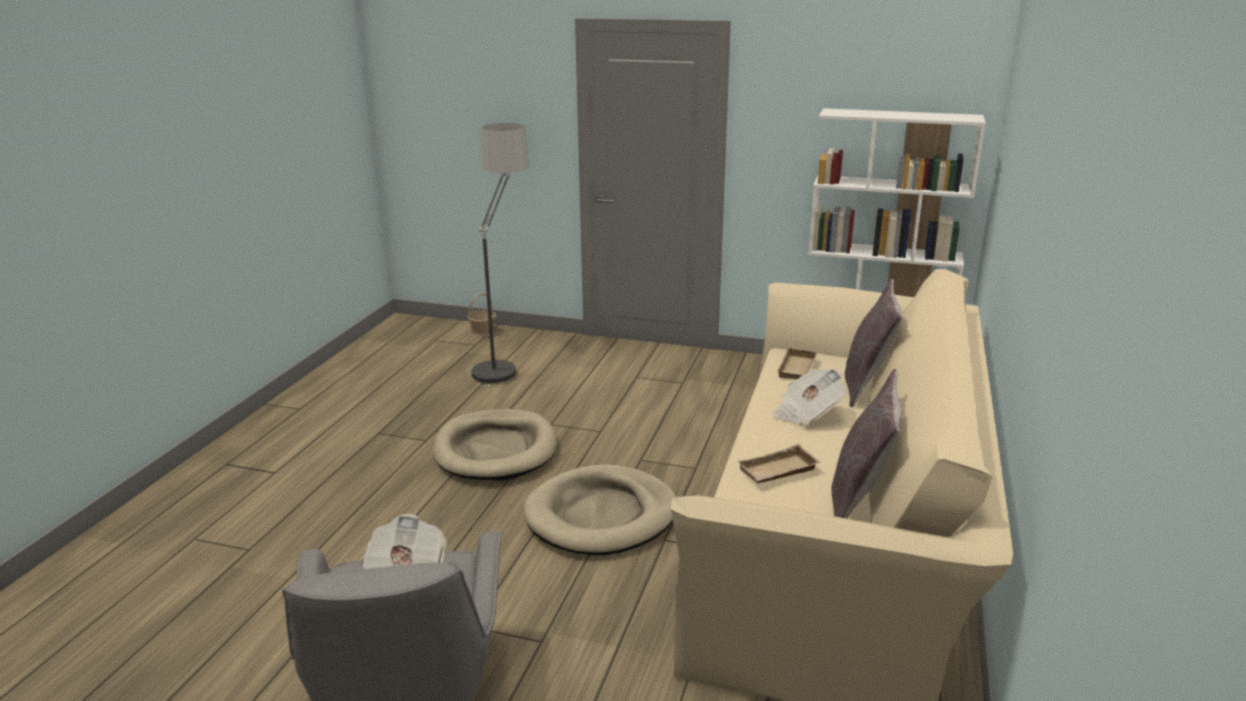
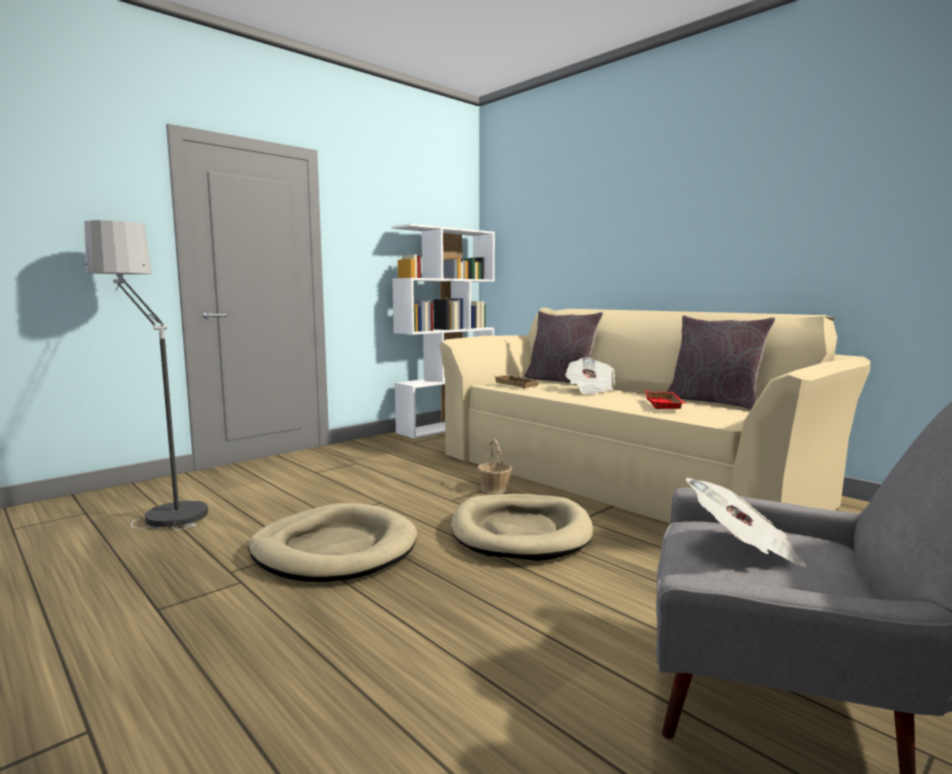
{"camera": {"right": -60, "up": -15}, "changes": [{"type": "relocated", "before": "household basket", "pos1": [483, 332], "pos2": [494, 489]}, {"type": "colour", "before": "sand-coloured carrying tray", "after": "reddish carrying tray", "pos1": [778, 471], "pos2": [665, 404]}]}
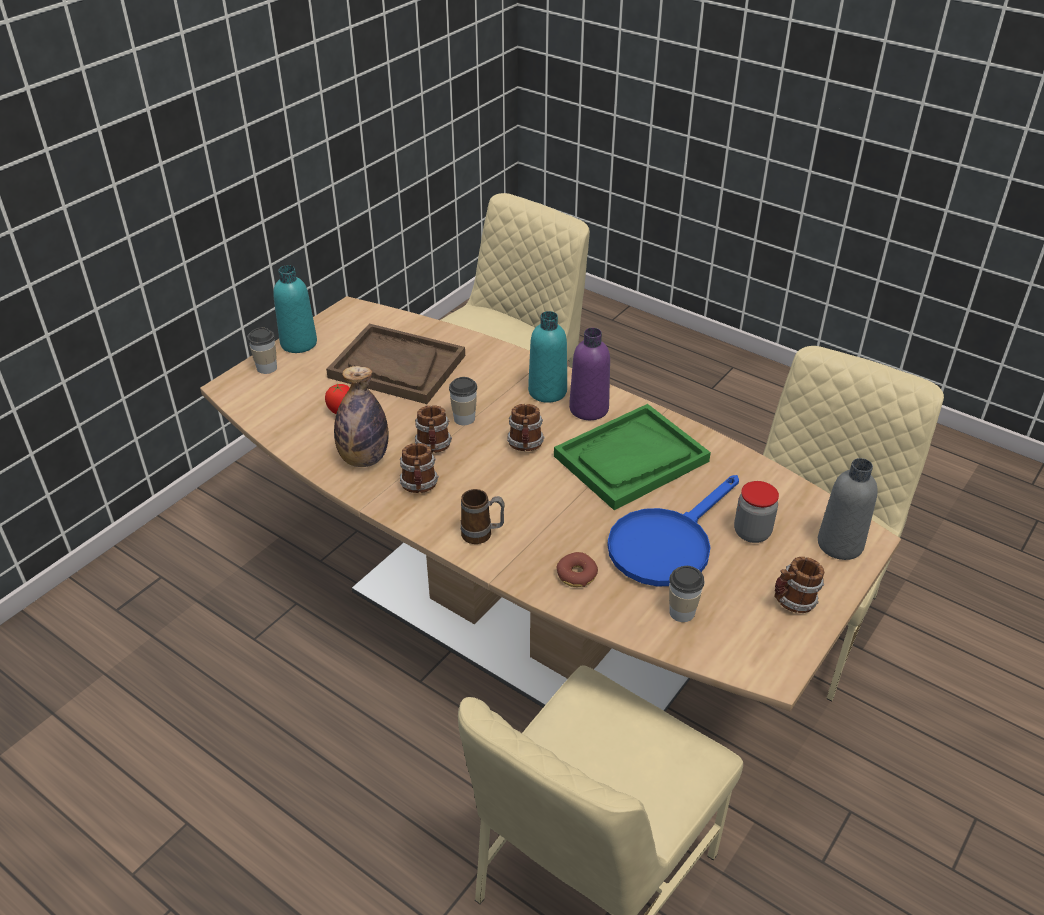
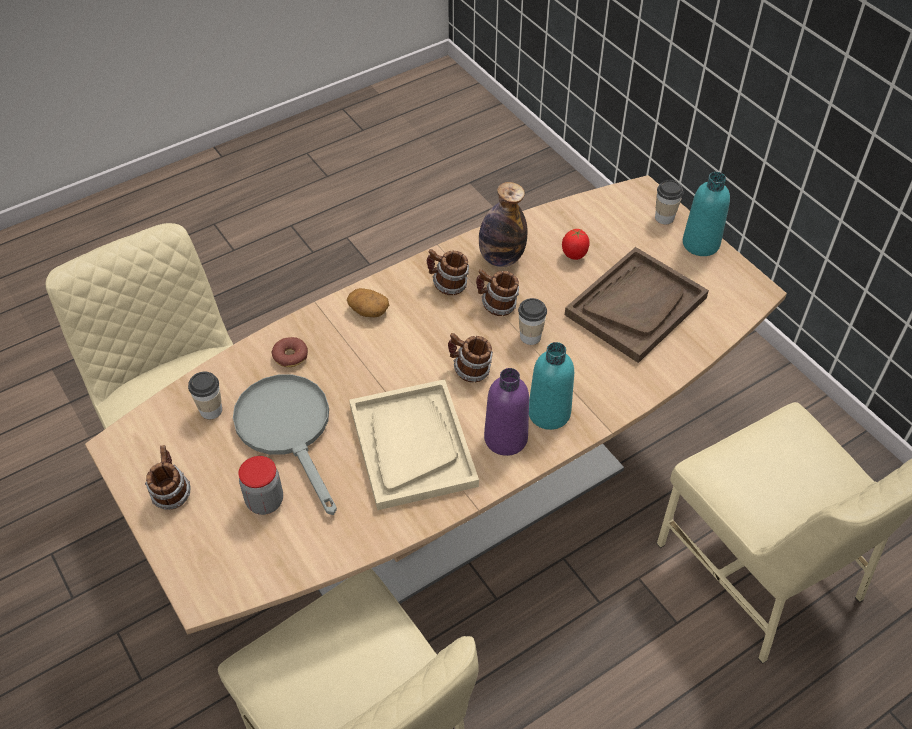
{"camera": {"right": 110, "up": 10}, "changes": [{"type": "colour", "before": "green-coloured carrying tray", "after": "sand-coloured carrying tray", "pos1": [631, 459], "pos2": [412, 445]}, {"type": "missing", "before": "gray beverage bottle", "pos1": [840, 544]}, {"type": "colour", "before": "bluish frying pan", "after": "gray frying pan", "pos1": [667, 544], "pos2": [289, 430]}, {"type": "exchanged", "before": "coffee mug", "after": "spud", "pos1": [482, 535], "pos2": [368, 310]}]}
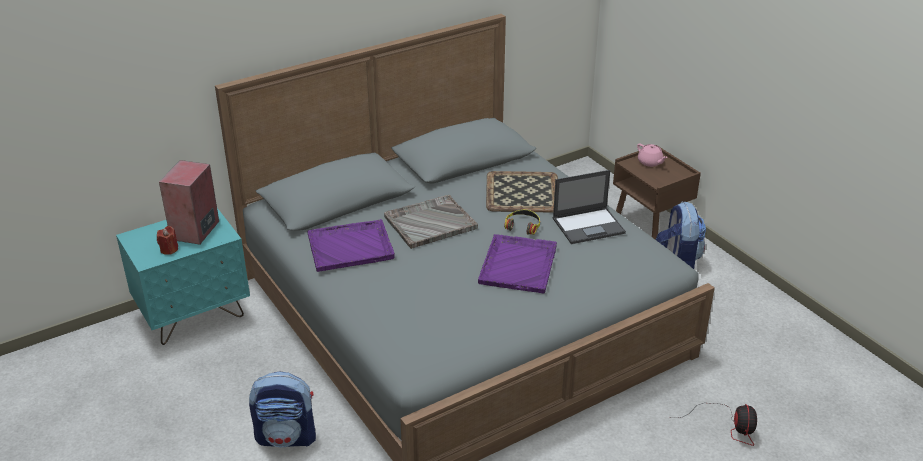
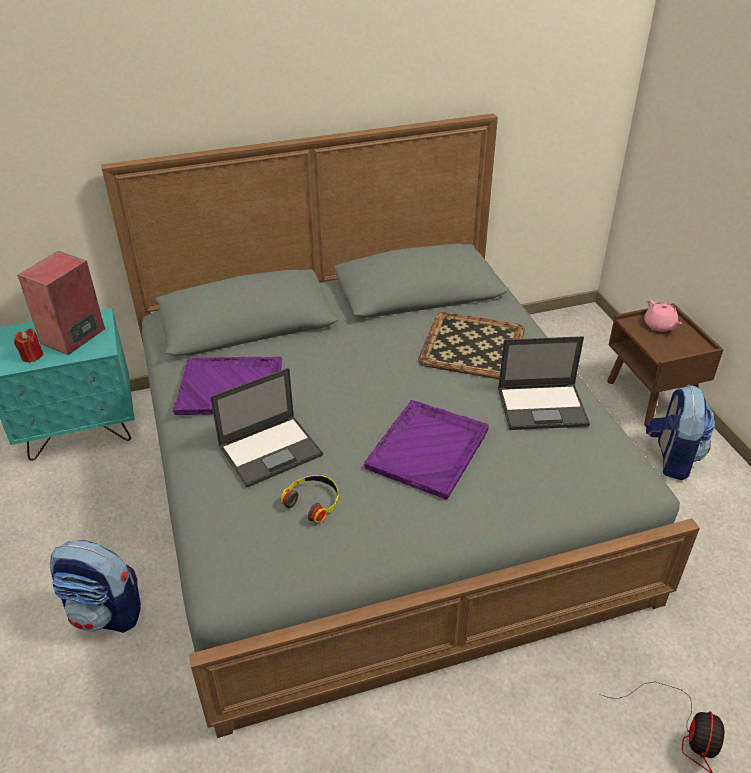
{"camera": {"right": 15, "up": 5}, "changes": [{"type": "missing", "before": "gray carrying tray", "pos1": [429, 223]}, {"type": "relocated", "before": "pair of headphones", "pos1": [523, 225], "pos2": [313, 501]}, {"type": "appeared", "after": "notebook computer", "pos2": [271, 450]}]}
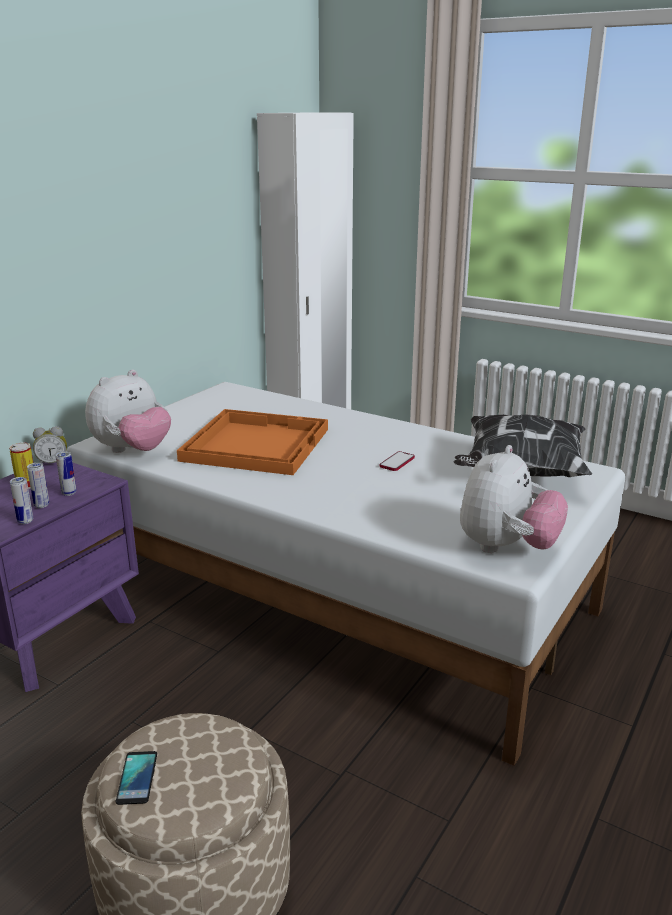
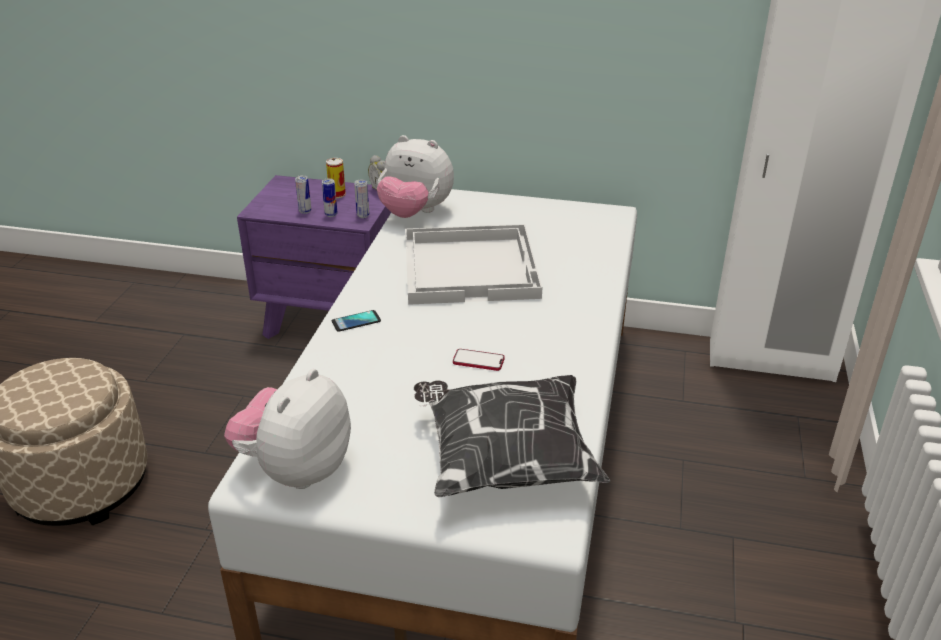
{"camera": {"right": 70, "up": 10}, "changes": [{"type": "colour", "before": "orange-coloured carrying tray", "after": "white-coloured carrying tray", "pos1": [255, 444], "pos2": [471, 266]}, {"type": "spun", "before": "soft toy", "pos1": [506, 548], "pos2": [296, 469], "turn": 105}, {"type": "relocated", "before": "metal can", "pos1": [25, 521], "pos2": [363, 216]}, {"type": "relocated", "before": "handset", "pos1": [137, 778], "pos2": [356, 321]}]}
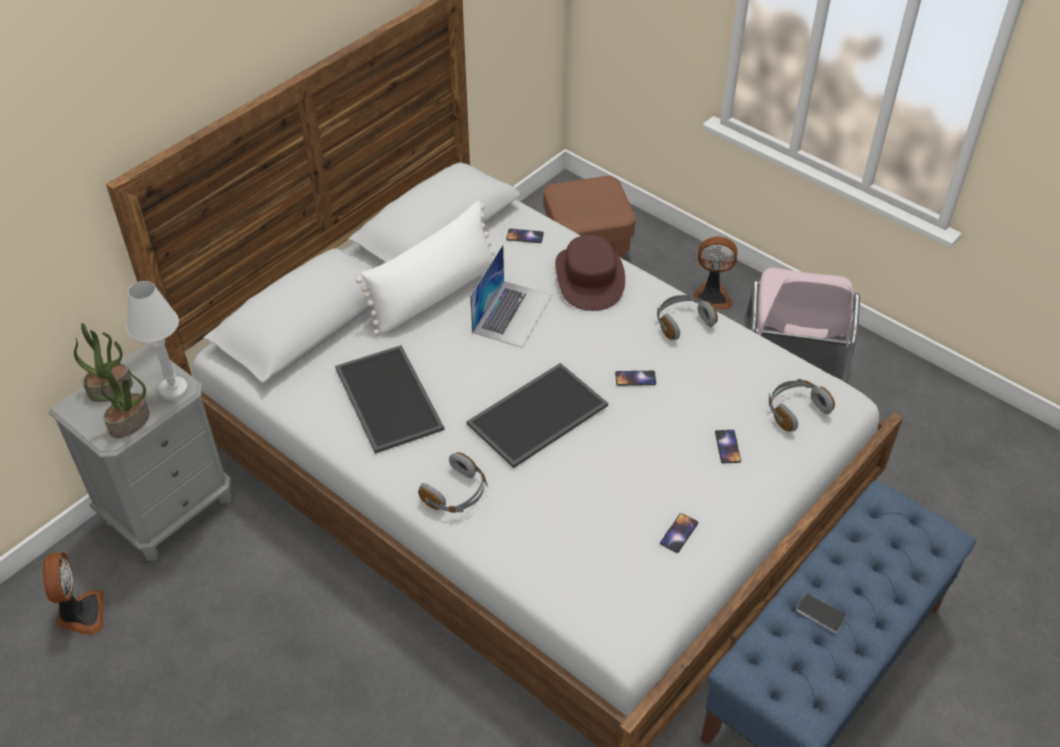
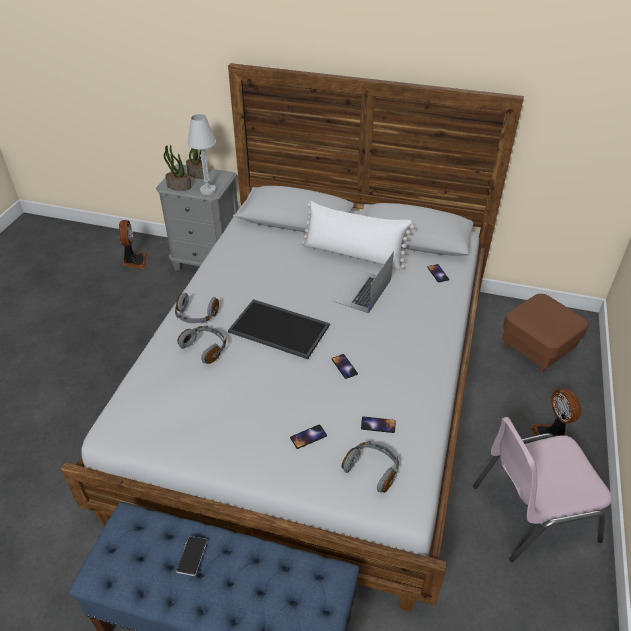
{"camera": {"right": 65, "up": -5}, "changes": [{"type": "missing", "before": "brown-coloured wearable hat", "pos1": [589, 278]}, {"type": "spun", "before": "notebook computer", "pos1": [512, 313], "pos2": [362, 290], "turn": 120}, {"type": "relocated", "before": "gray pair of headphones", "pos1": [682, 322], "pos2": [205, 348]}, {"type": "missing", "before": "carrying tray", "pos1": [386, 398]}, {"type": "relocated", "before": "handset", "pos1": [678, 533], "pos2": [378, 425]}, {"type": "spun", "before": "electric fan", "pos1": [80, 614], "pos2": [134, 261], "turn": -60}]}
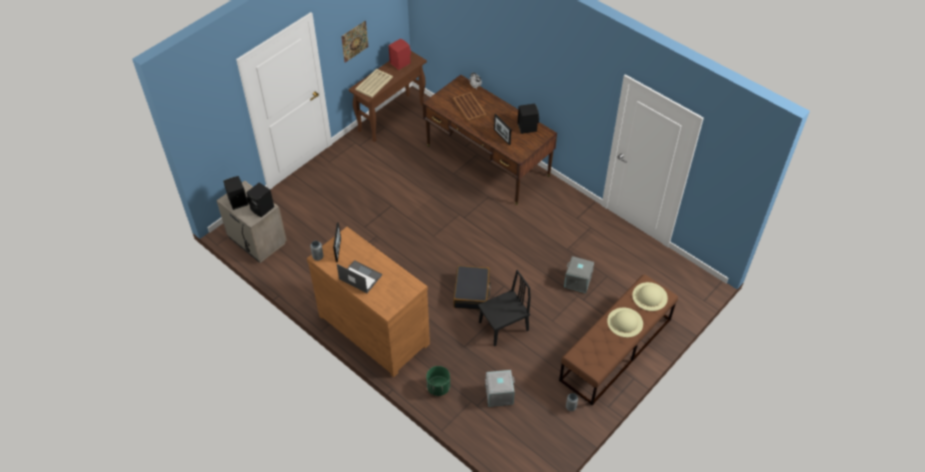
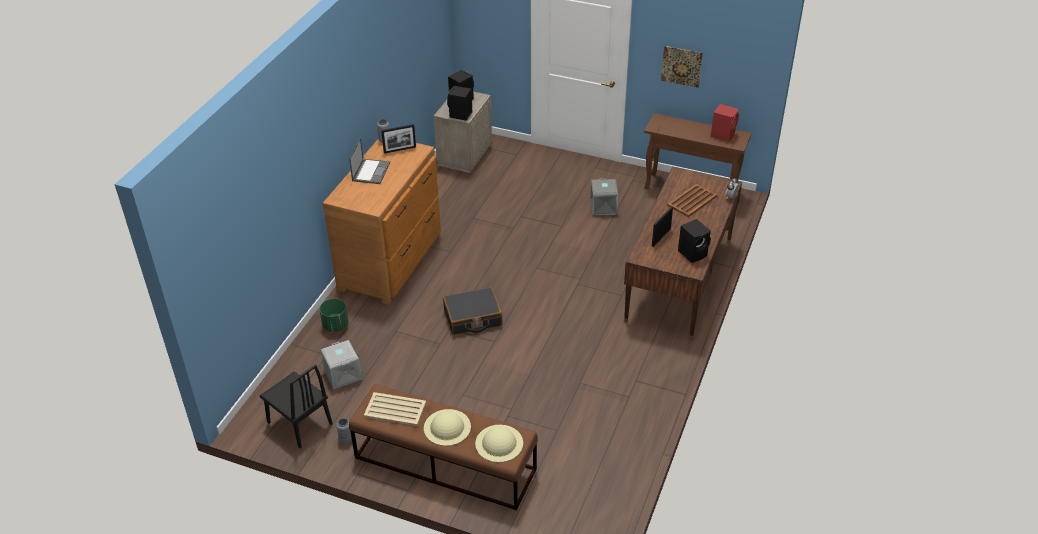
{"camera": {"right": 70, "up": -10}, "changes": [{"type": "relocated", "before": "sand-coloured carrying tray", "pos1": [374, 83], "pos2": [394, 409]}, {"type": "relocated", "before": "gray storage container", "pos1": [578, 281], "pos2": [604, 207]}, {"type": "relocated", "before": "black upright chair", "pos1": [503, 326], "pos2": [299, 423]}]}
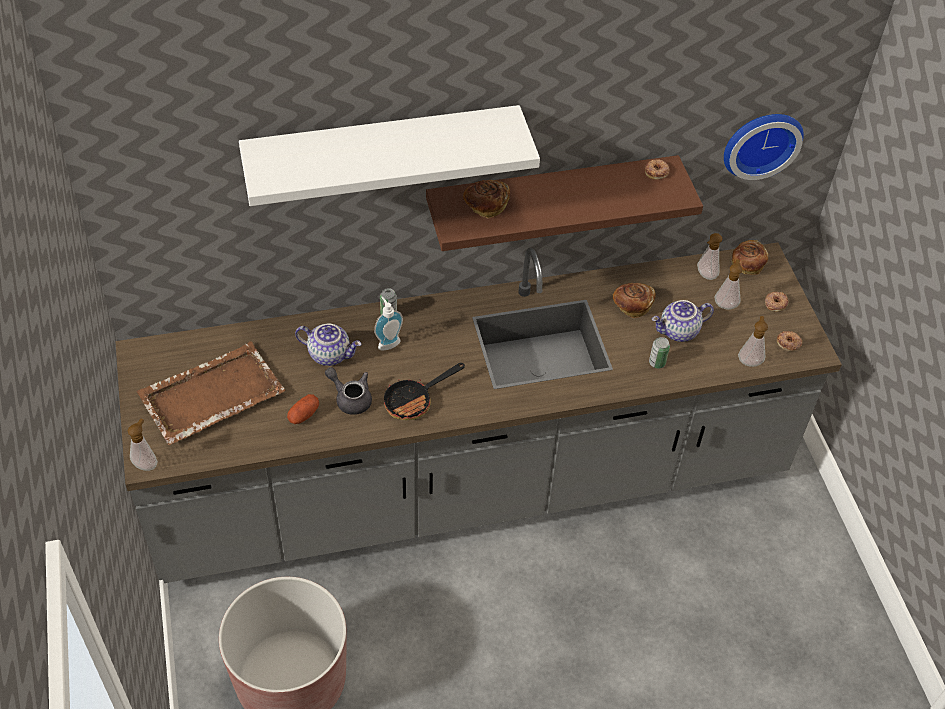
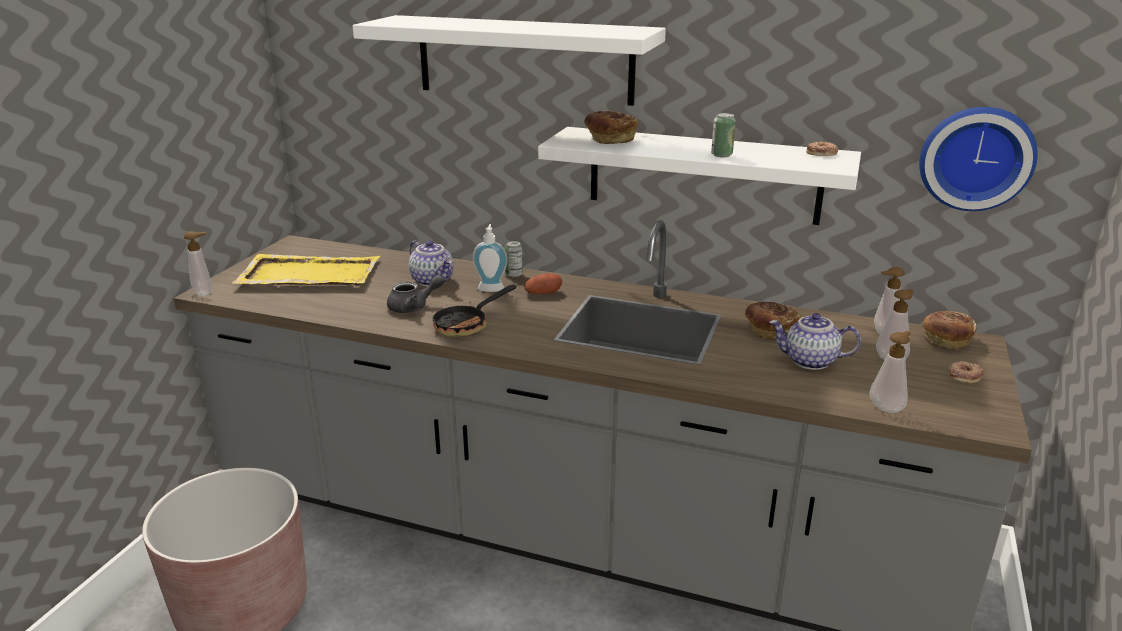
{"camera": {"right": 35, "up": -25}, "changes": [{"type": "colour", "before": "brown-coloured wall shelf", "after": "white-coloured wall shelf", "pos1": [551, 196], "pos2": [703, 175]}, {"type": "missing", "before": "doughnut", "pos1": [788, 343]}, {"type": "relocated", "before": "metal can", "pos1": [657, 363], "pos2": [721, 155]}, {"type": "colour", "before": "brown-coloured carrying tray", "after": "yellow carrying tray", "pos1": [210, 396], "pos2": [308, 275]}, {"type": "spun", "before": "frying pan", "pos1": [414, 401], "pos2": [467, 324], "turn": -45}, {"type": "spun", "before": "gray teapot", "pos1": [350, 398], "pos2": [413, 307], "turn": 90}, {"type": "relocated", "before": "spud", "pos1": [304, 415], "pos2": [543, 293]}]}
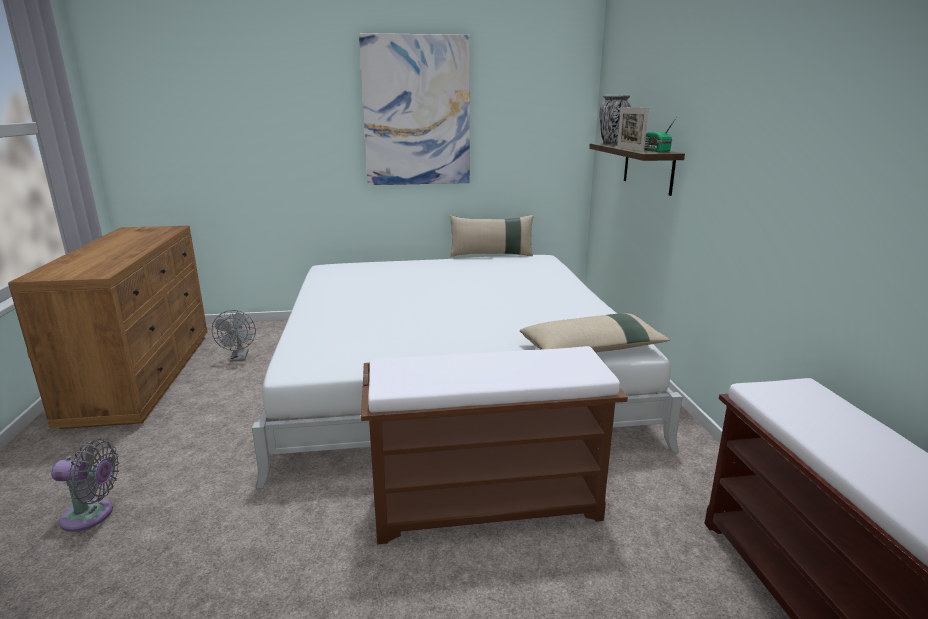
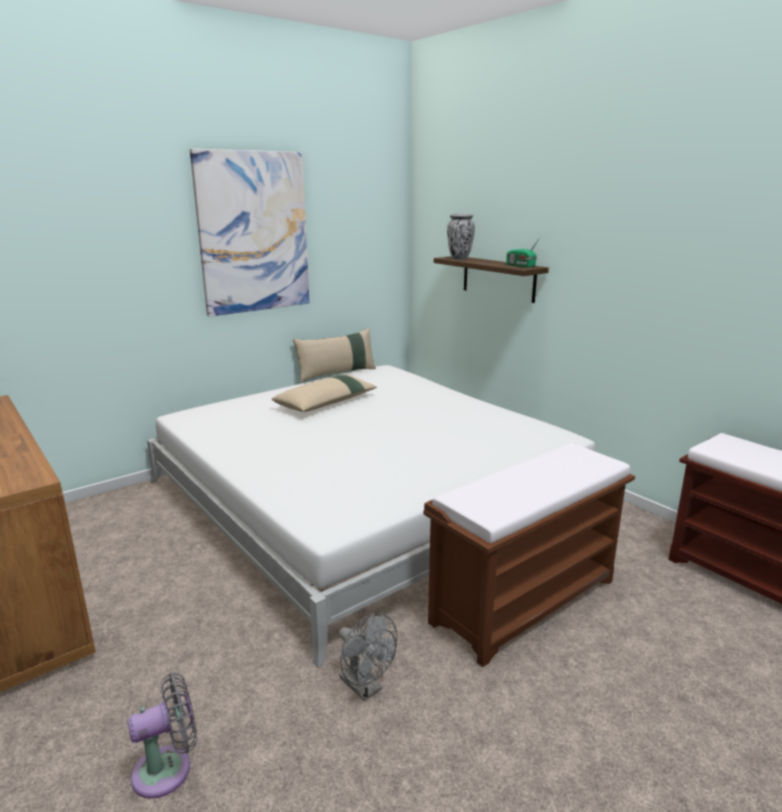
{"camera": {"right": -30, "up": 0}, "changes": [{"type": "missing", "before": "standing frame", "pos1": [629, 149]}, {"type": "relocated", "before": "gray electric fan", "pos1": [239, 358], "pos2": [365, 688]}, {"type": "relocated", "before": "sand-coloured cushion", "pos1": [593, 348], "pos2": [326, 402]}]}
